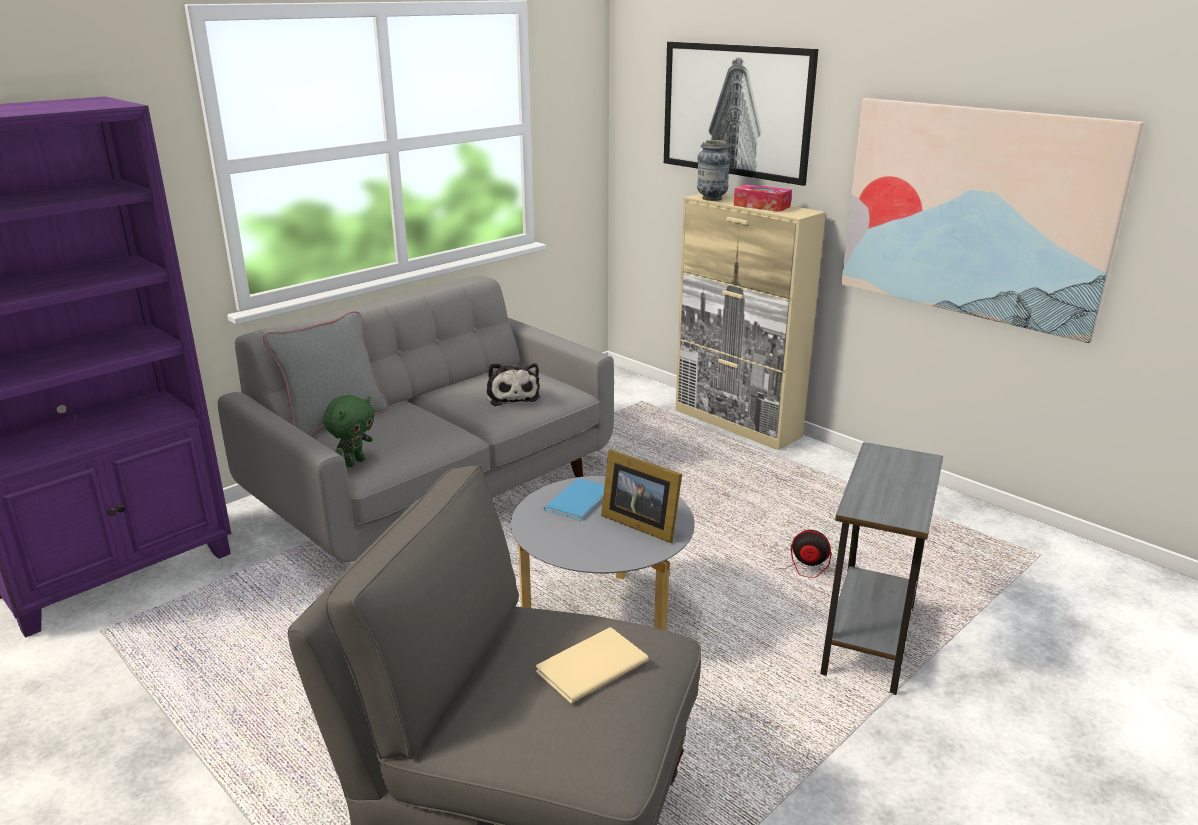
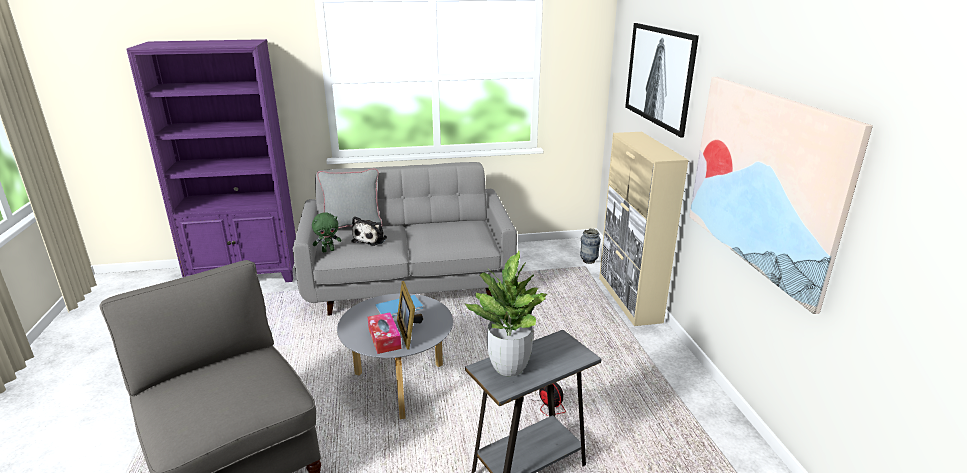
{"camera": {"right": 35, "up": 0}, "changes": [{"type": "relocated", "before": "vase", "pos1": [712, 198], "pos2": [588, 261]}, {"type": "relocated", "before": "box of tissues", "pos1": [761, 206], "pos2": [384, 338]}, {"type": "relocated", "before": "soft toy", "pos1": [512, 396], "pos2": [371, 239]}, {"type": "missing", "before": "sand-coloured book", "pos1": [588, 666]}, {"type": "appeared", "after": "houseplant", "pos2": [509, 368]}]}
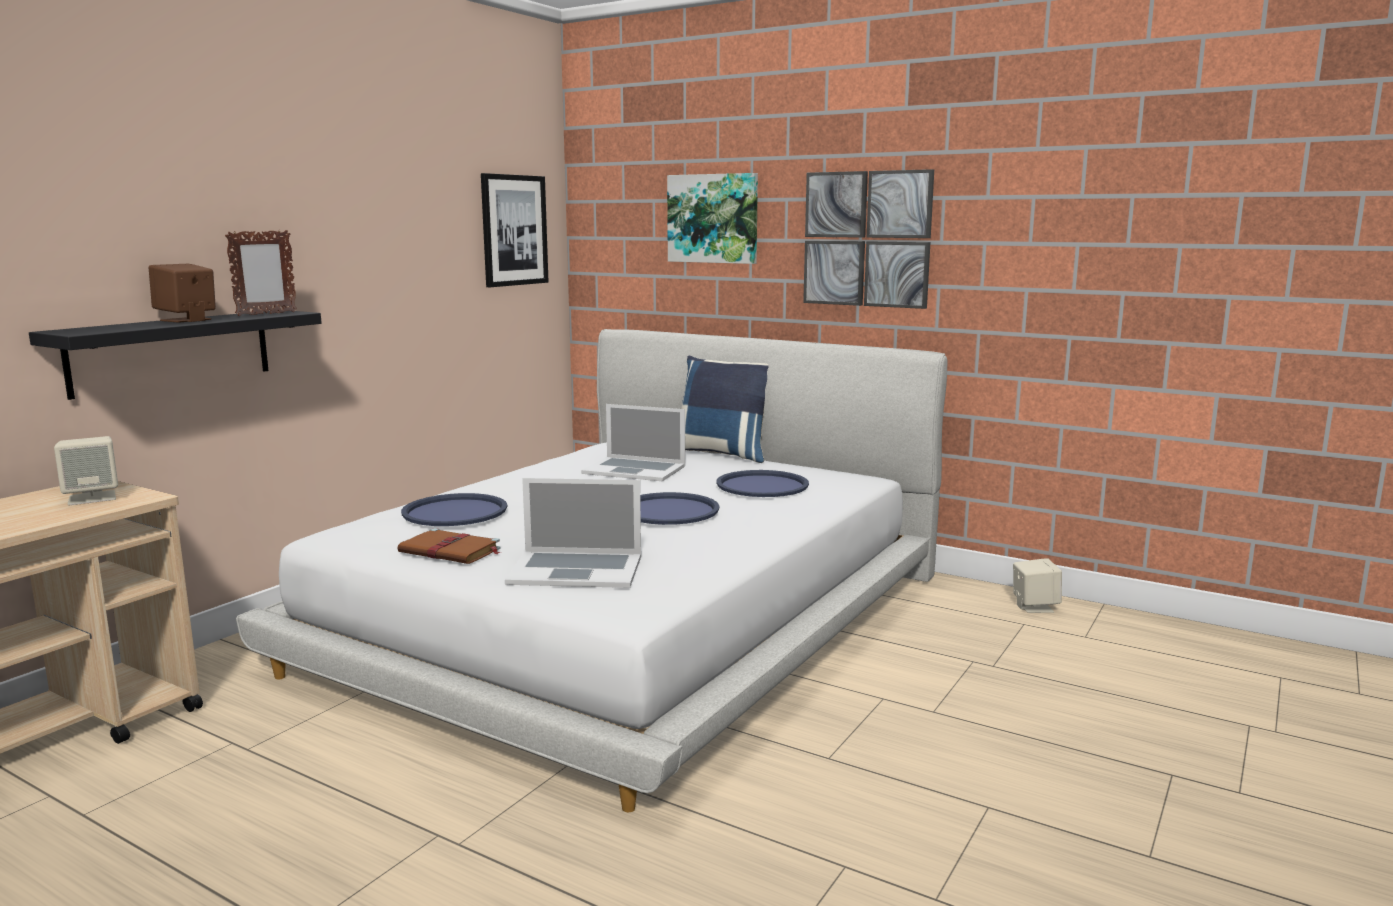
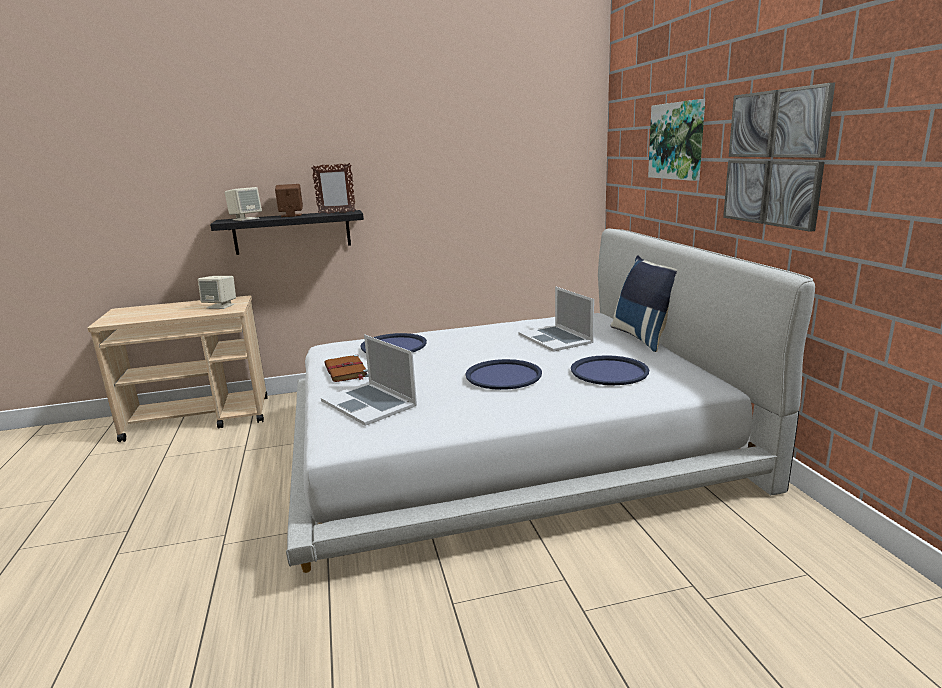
{"camera": {"right": 45, "up": 5}, "changes": [{"type": "missing", "before": "wall picture", "pos1": [514, 230]}, {"type": "relocated", "before": "sand-coloured audio speaker", "pos1": [1034, 607], "pos2": [246, 219]}]}
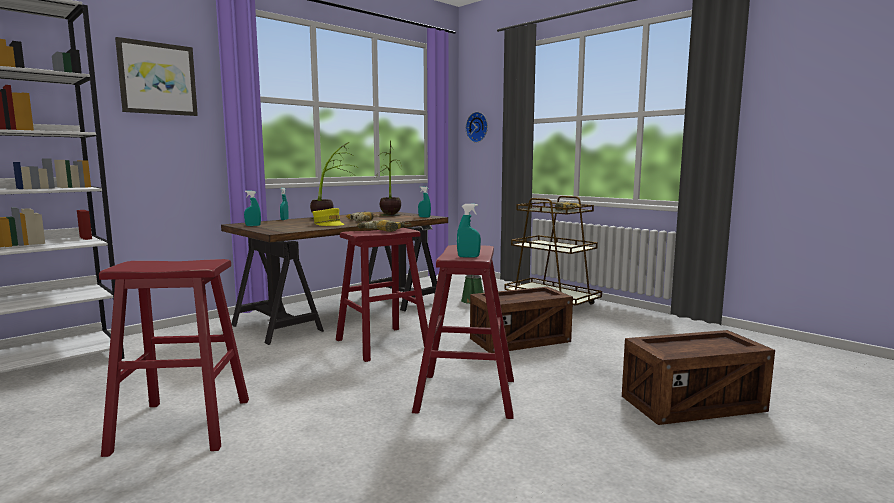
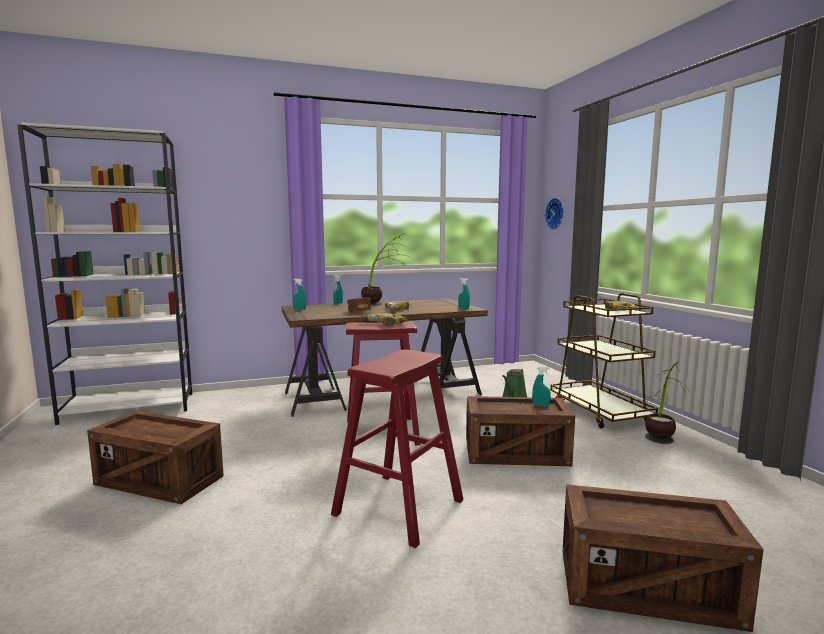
{"camera": {"right": 25, "up": 0}, "changes": [{"type": "missing", "before": "wall picture", "pos1": [157, 78]}, {"type": "relocated", "before": "houseplant", "pos1": [390, 216], "pos2": [661, 444]}, {"type": "relocated", "before": "turquoise hand sprayer", "pos1": [468, 257], "pos2": [540, 406]}, {"type": "colour", "before": "yellow peaked cap", "after": "brown-coloured peaked cap", "pos1": [328, 224], "pos2": [360, 312]}, {"type": "exchanged", "before": "reddish stool seat", "after": "shipping crate", "pos1": [182, 425], "pos2": [159, 481]}]}
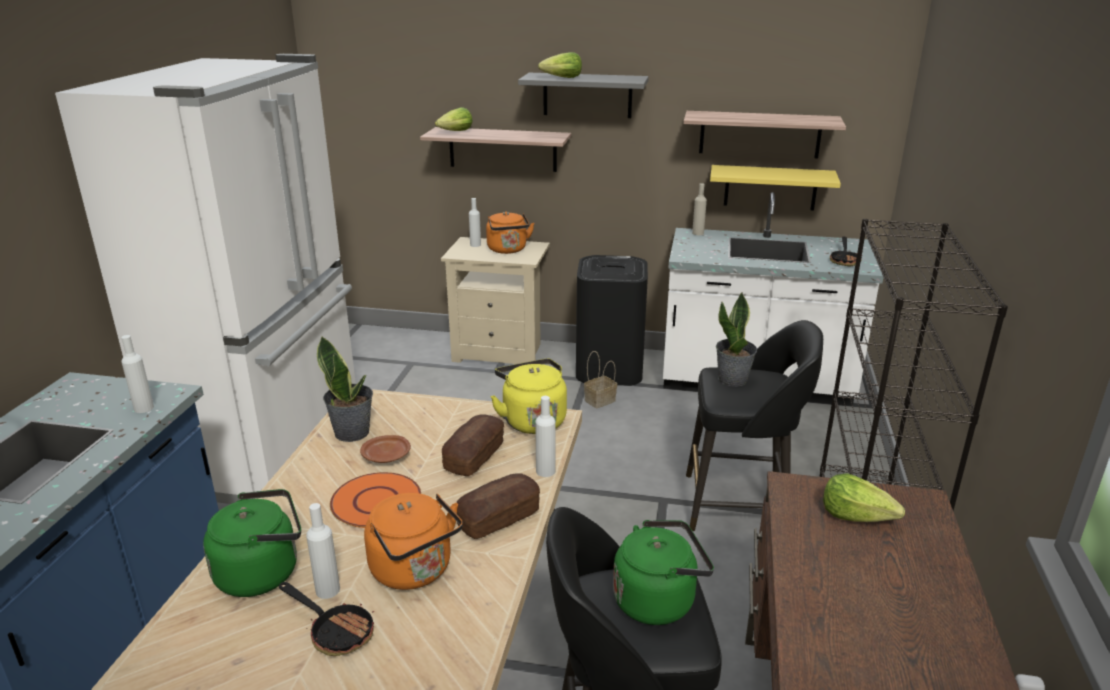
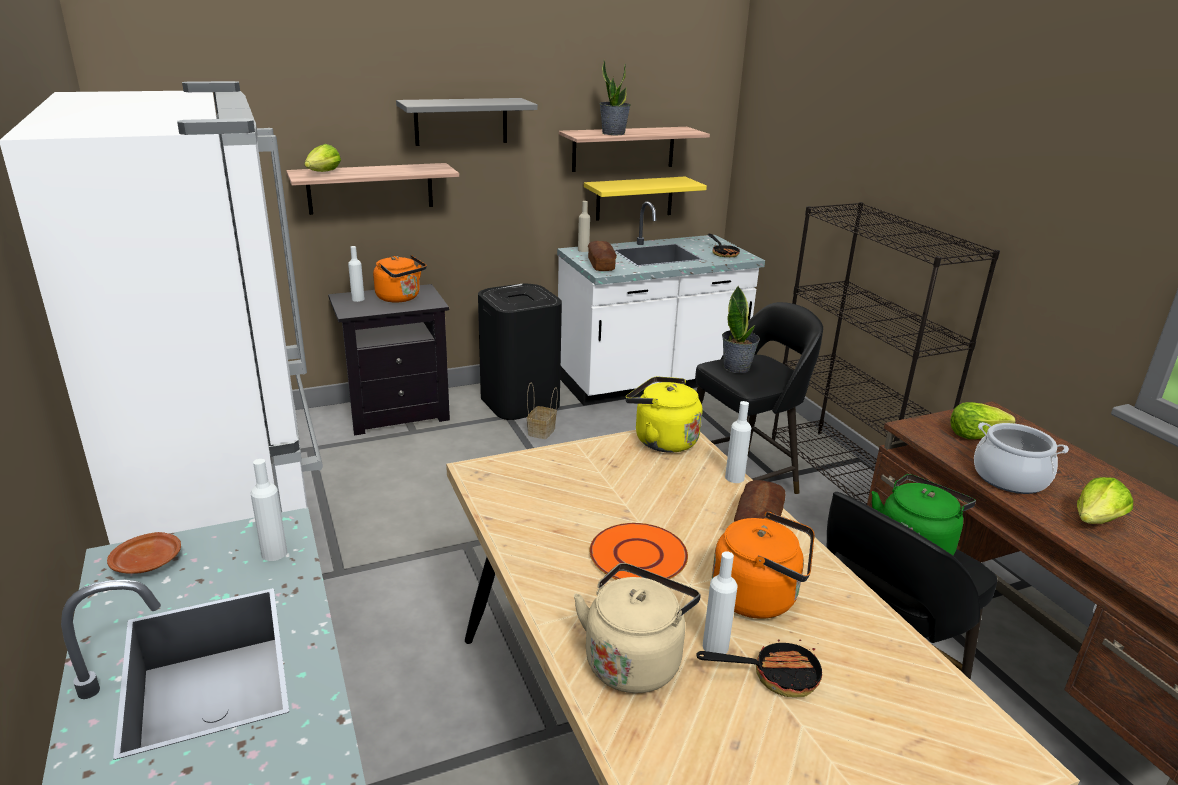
{"camera": {"right": -35, "up": 0}, "changes": [{"type": "relocated", "before": "lettuce head", "pos1": [562, 78], "pos2": [1096, 520]}, {"type": "colour", "before": "sand-coloured bedside table", "after": "black bedside table", "pos1": [500, 352], "pos2": [397, 413]}, {"type": "relocated", "before": "houseplant", "pos1": [352, 432], "pos2": [613, 133]}, {"type": "relocated", "before": "baked bread", "pos1": [474, 457], "pos2": [601, 265]}, {"type": "relocated", "before": "brown-coloured dinner plate", "pos1": [387, 456], "pos2": [148, 562]}, {"type": "colour", "before": "green-coloured tea kettle", "after": "sand-coloured tea kettle", "pos1": [263, 572], "pos2": [634, 660]}, {"type": "appeared", "after": "saucepot", "pos2": [1009, 478]}]}
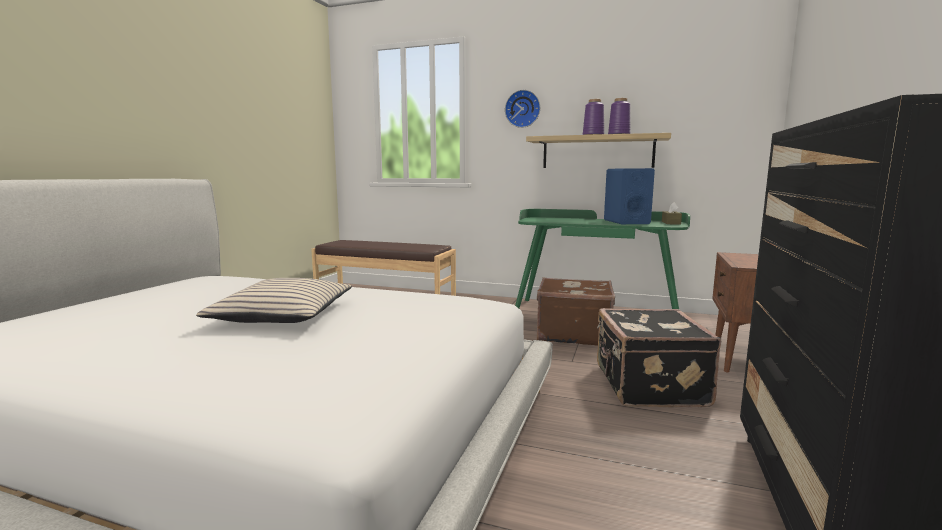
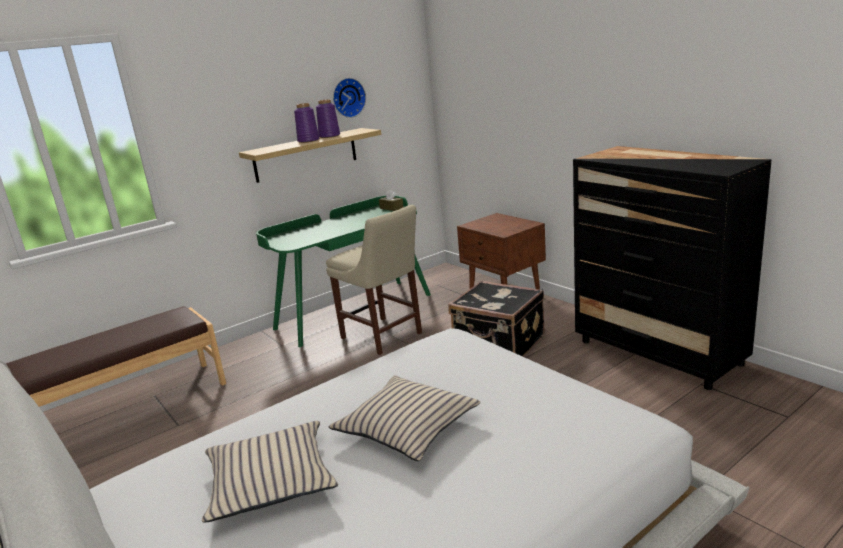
{"camera": {"right": -55, "up": 10}, "changes": [{"type": "relocated", "before": "clock on the wall", "pos1": [523, 109], "pos2": [348, 97]}, {"type": "missing", "before": "bluish audio speaker", "pos1": [626, 222]}, {"type": "exchanged", "before": "brown-coloured suitcase", "after": "sand-coloured upright chair", "pos1": [573, 334], "pos2": [383, 337]}, {"type": "appeared", "after": "sand-coloured cushion", "pos2": [270, 481]}]}
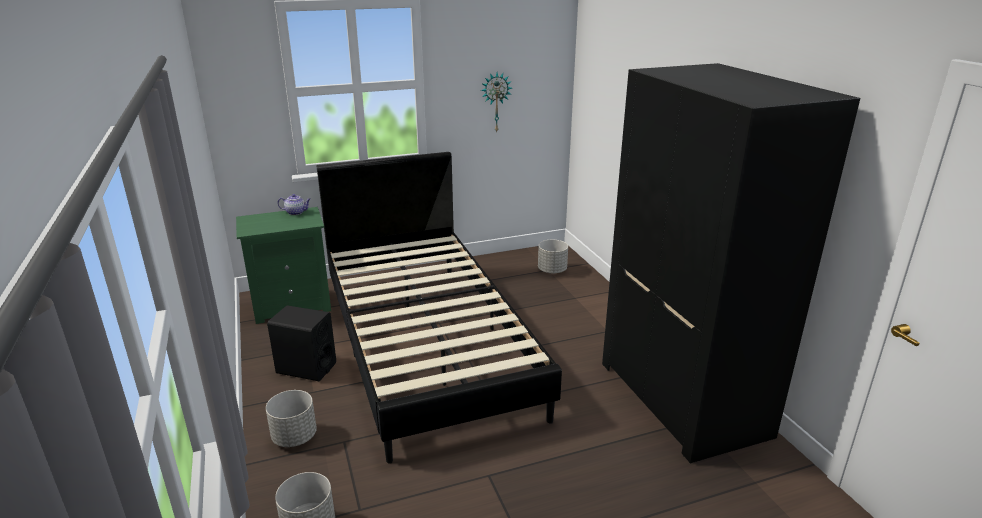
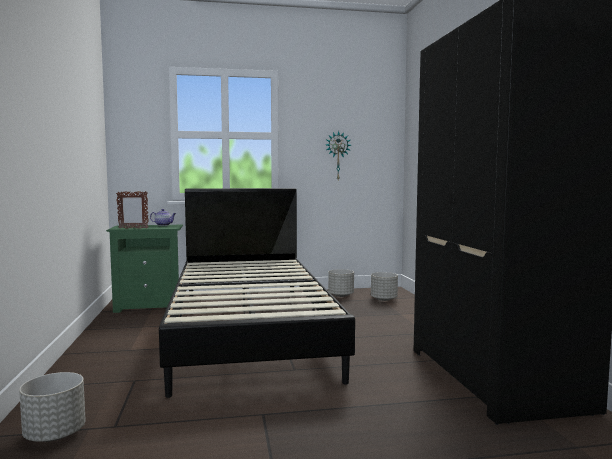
{"camera": {"right": 10, "up": -20}, "changes": [{"type": "missing", "before": "black audio speaker", "pos1": [306, 368]}, {"type": "relocated", "before": "gray plant pot", "pos1": [294, 437], "pos2": [341, 295]}, {"type": "appeared", "after": "standing frame", "pos2": [133, 228]}]}
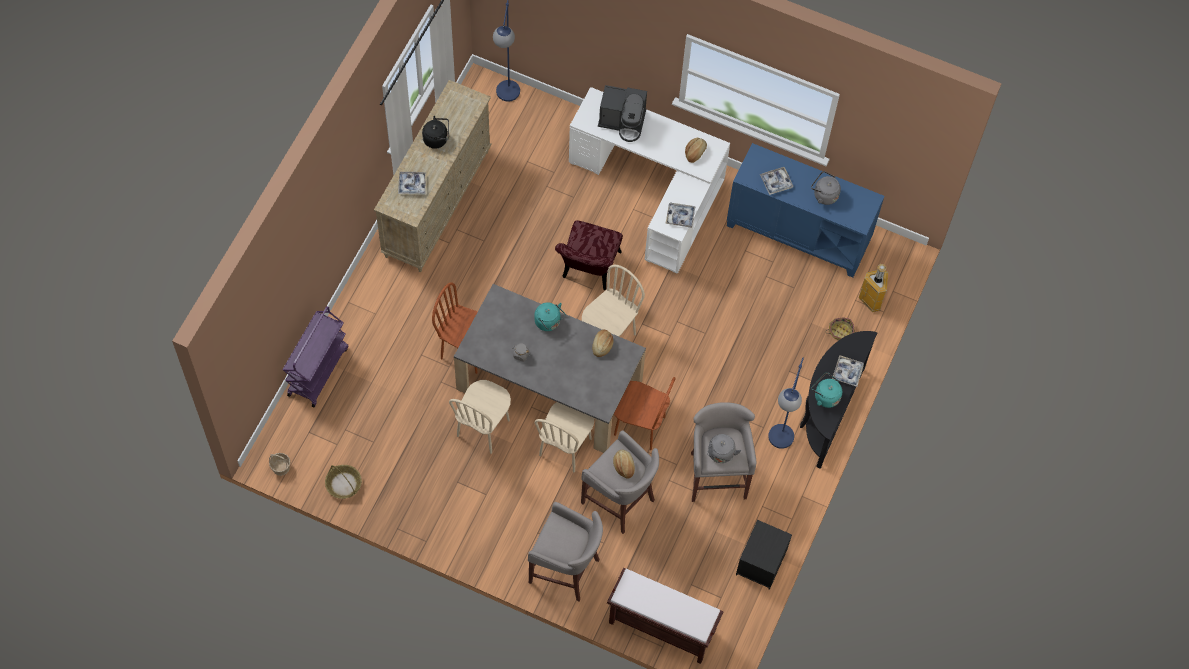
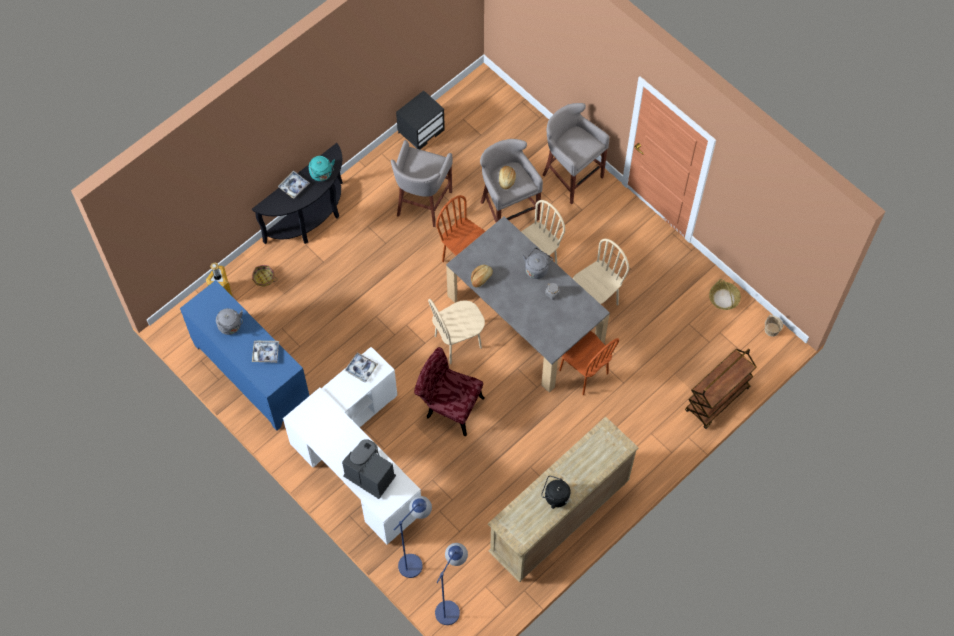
{"camera": {"right": -155, "up": 0}, "changes": [{"type": "missing", "before": "baked bread", "pos1": [695, 152]}, {"type": "missing", "before": "carrying tray", "pos1": [412, 185]}, {"type": "spun", "before": "reddish upright chair", "pos1": [589, 270], "pos2": [449, 406], "turn": -105}, {"type": "missing", "before": "turquoise tea kettle", "pos1": [549, 322]}, {"type": "colour", "before": "purplish cart", "after": "brown-coloured cart", "pos1": [318, 370], "pos2": [717, 400]}, {"type": "relocated", "before": "bluish standing lamp", "pos1": [778, 445], "pos2": [416, 559]}, {"type": "relocated", "before": "gray tea kettle", "pos1": [720, 454], "pos2": [537, 269]}, {"type": "missing", "before": "brown-coloured bench", "pos1": [660, 627]}]}
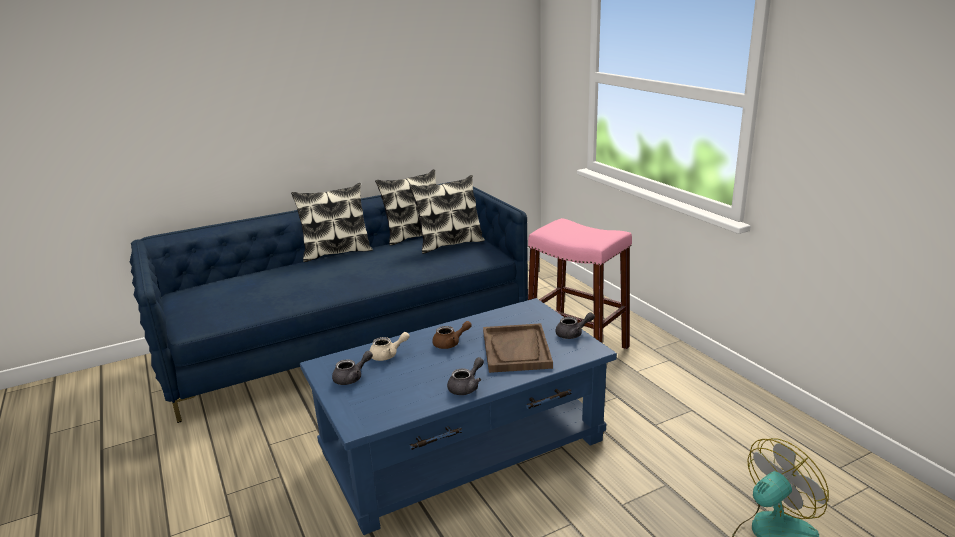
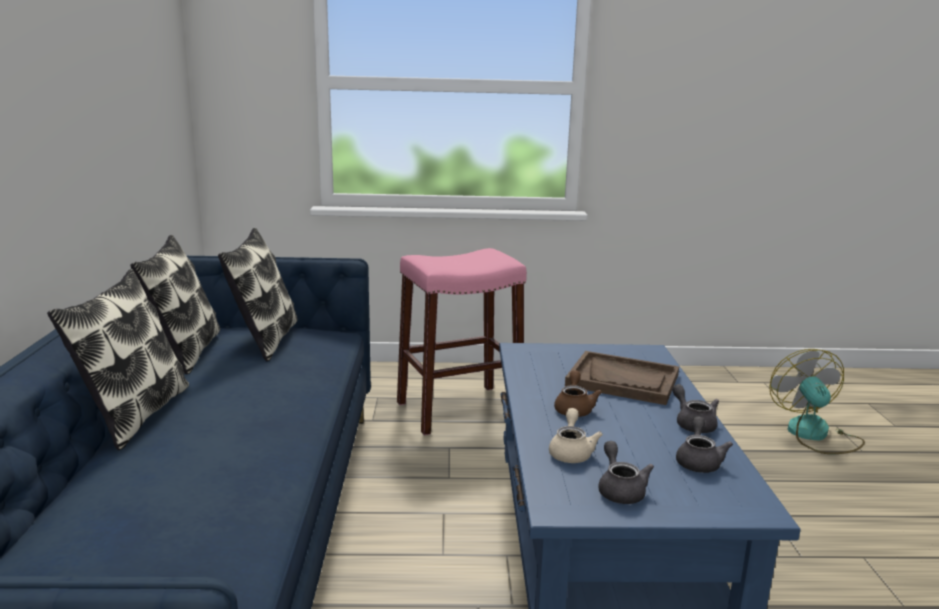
{"camera": {"right": -65, "up": -5}, "changes": [{"type": "relocated", "before": "gray teapot", "pos1": [573, 334], "pos2": [698, 461]}]}
